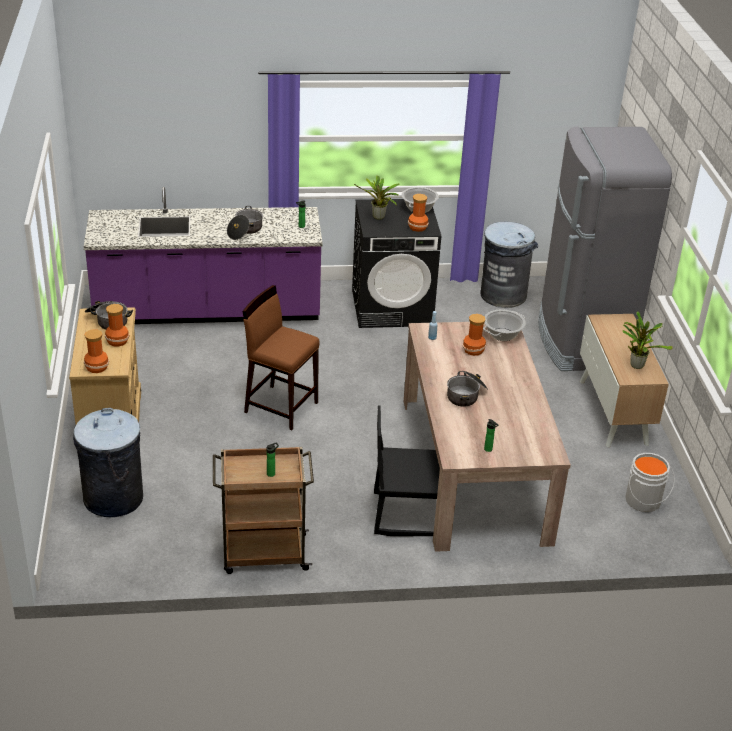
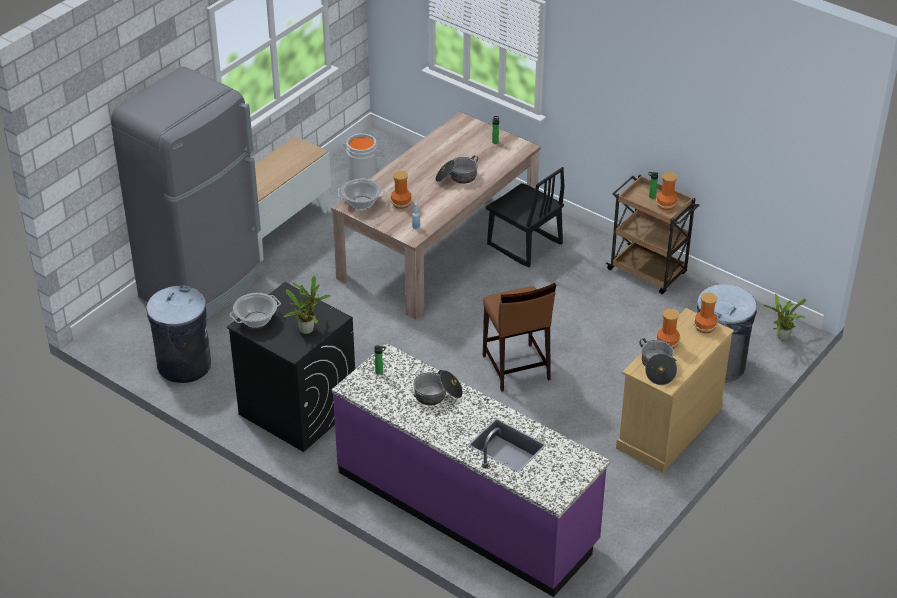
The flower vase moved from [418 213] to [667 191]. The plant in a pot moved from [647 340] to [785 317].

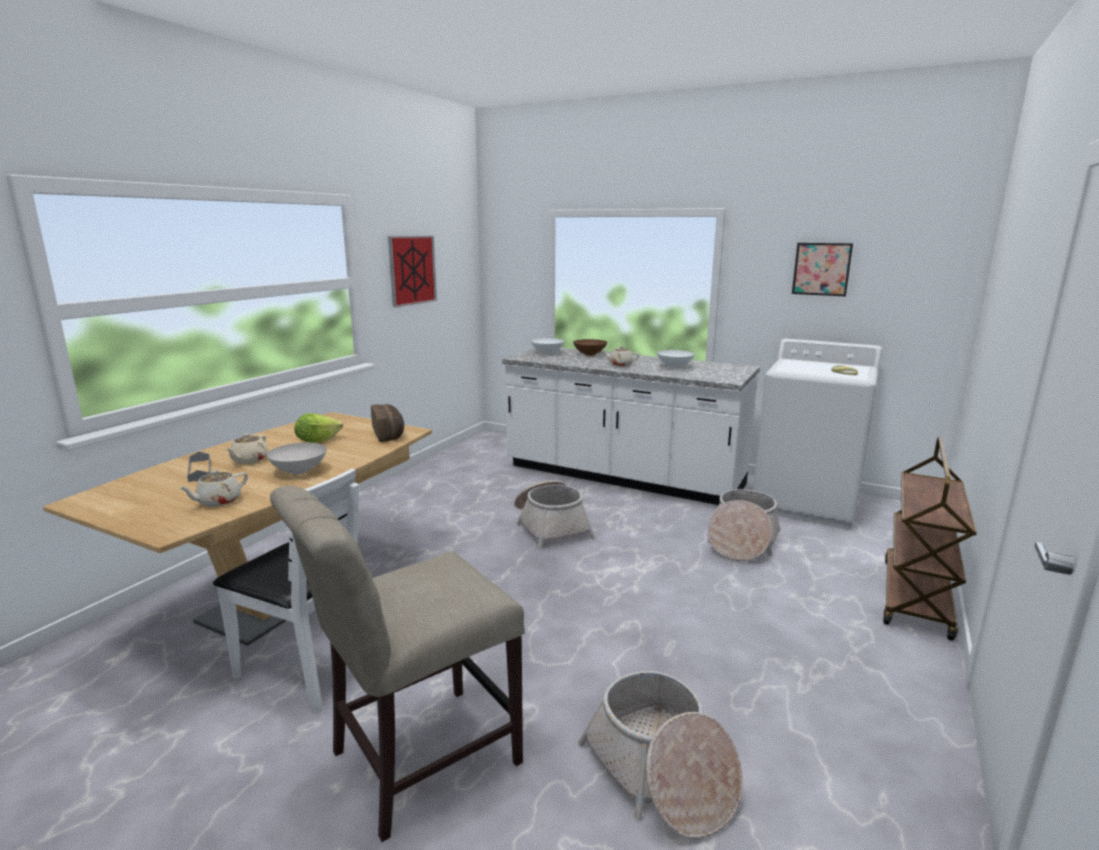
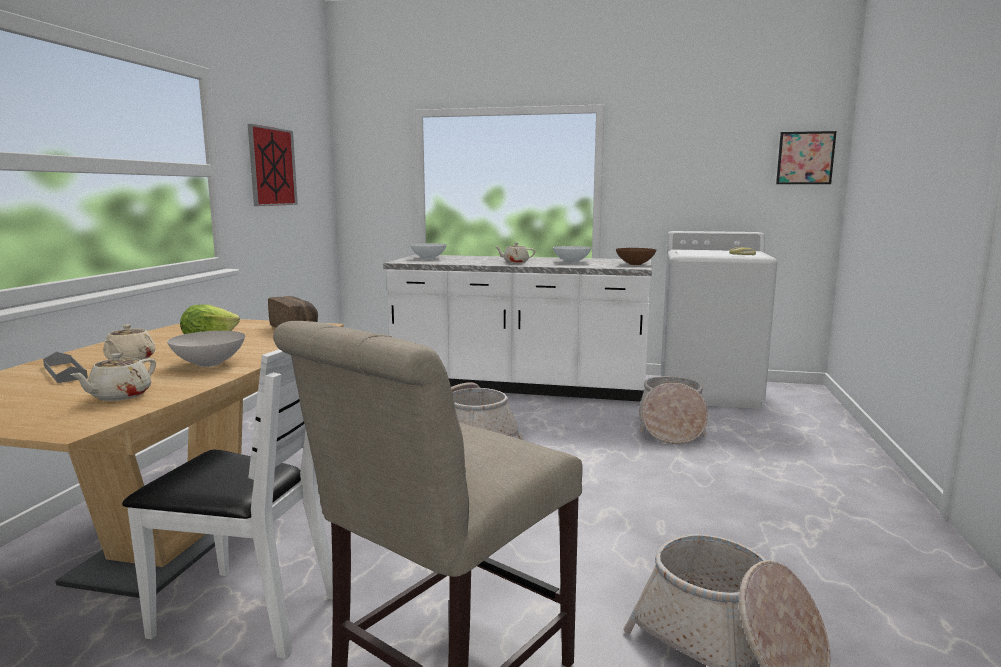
The brown deep dish moved from [590 347] to [636 256]. The wall art moved from [822 269] to [806 157]. The brown wheeled cart at [930 538] disappeared.

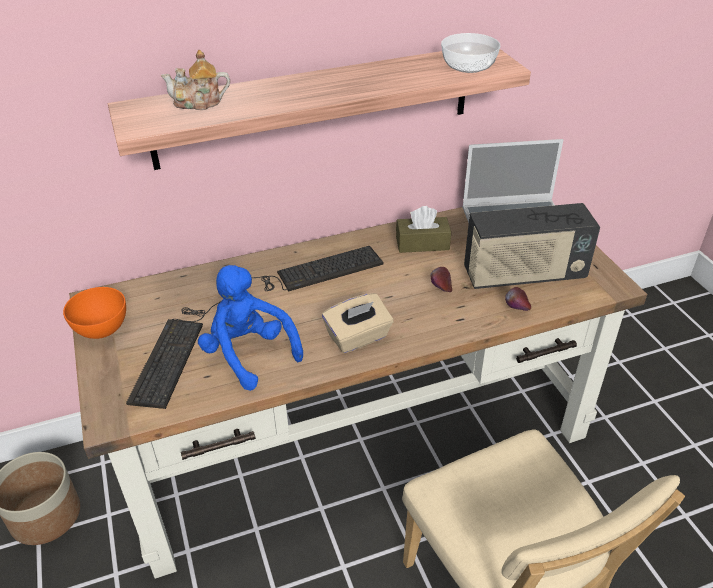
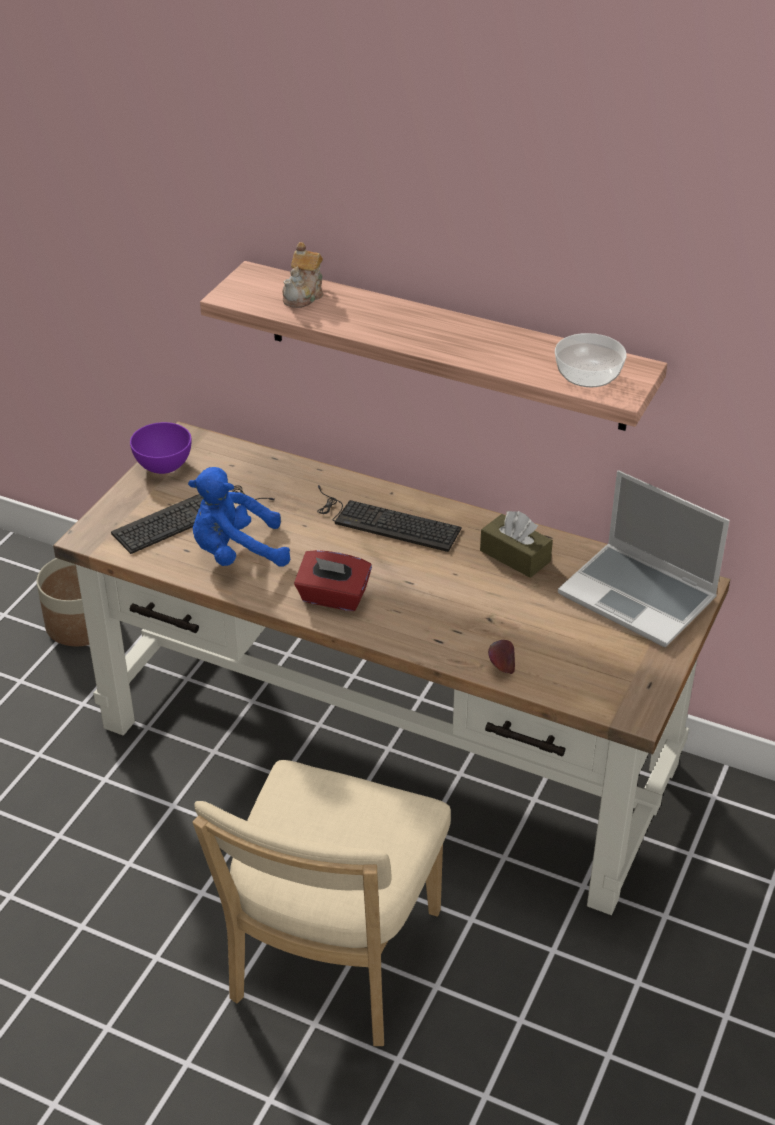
The orange-coloured deep dish at [94 313] became the purplish deep dish at [160 448]. The blue cuddly toy at [250 328] turned 105 degrees counterclockwise. The tea pot at [195 80] turned 105 degrees counterclockwise. The beige-coloured tissue box at [358 323] became the reddish tissue box at [333 580]. The apple at [441 279] disappeared. The radio set at [532 246] disappeared.

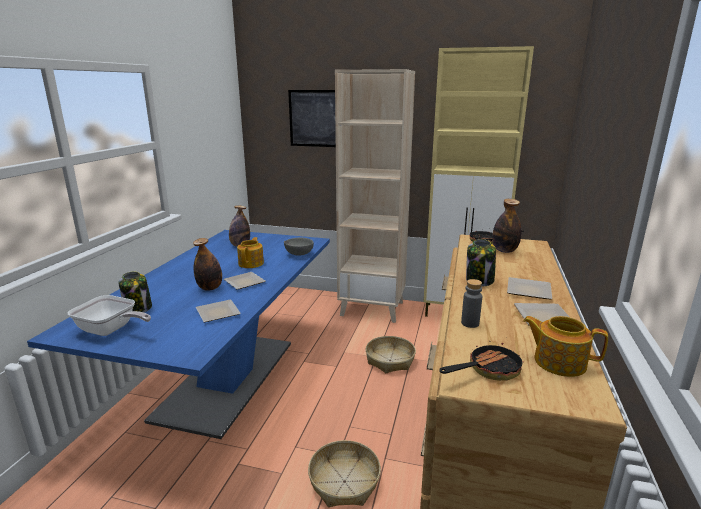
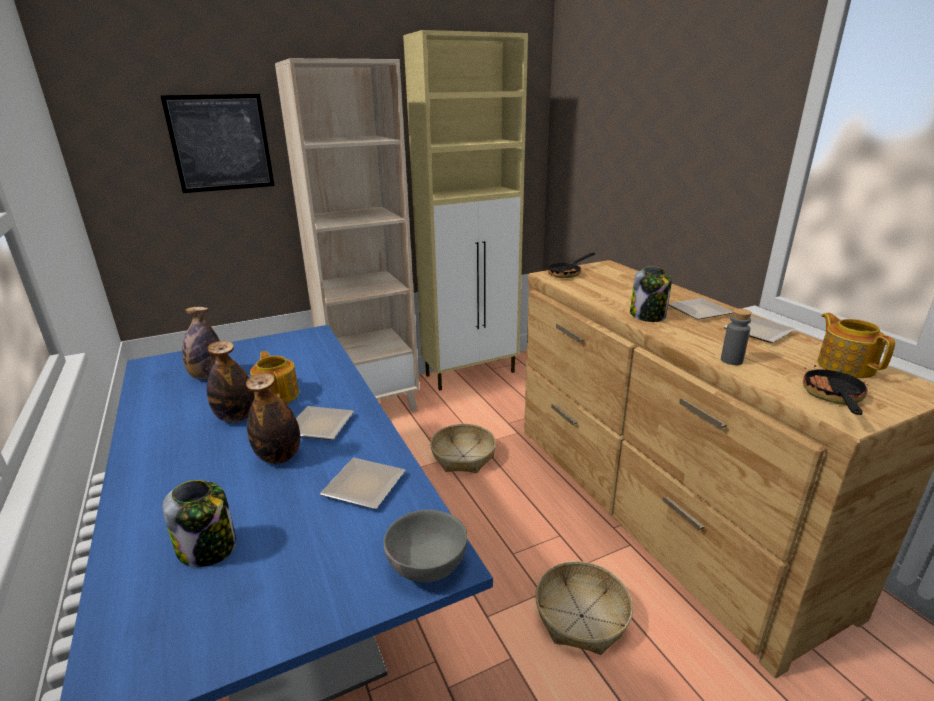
The drink bottle moved from [507 226] to [231 382]. The greyish deep dish moved from [299 247] to [425 546]. The tea pot at [565 346] turned 90 degrees clockwise. The pan at [109 315] disappeared.

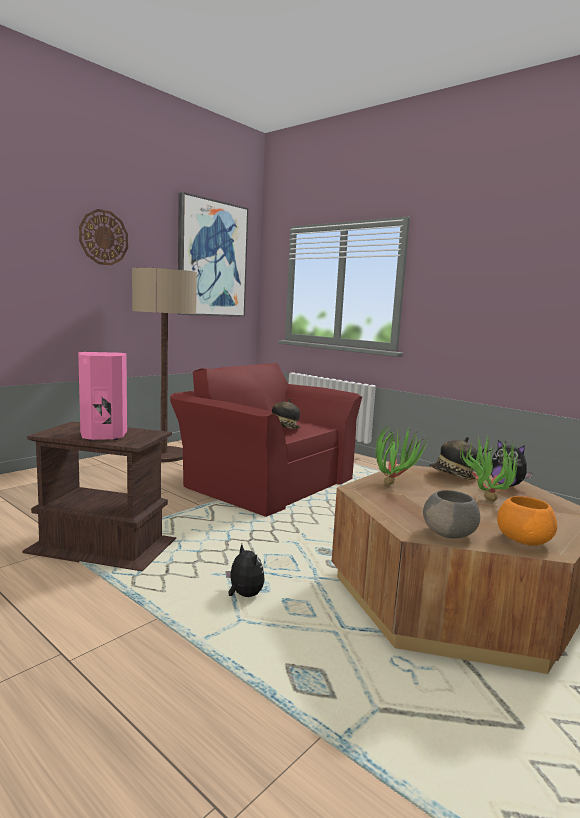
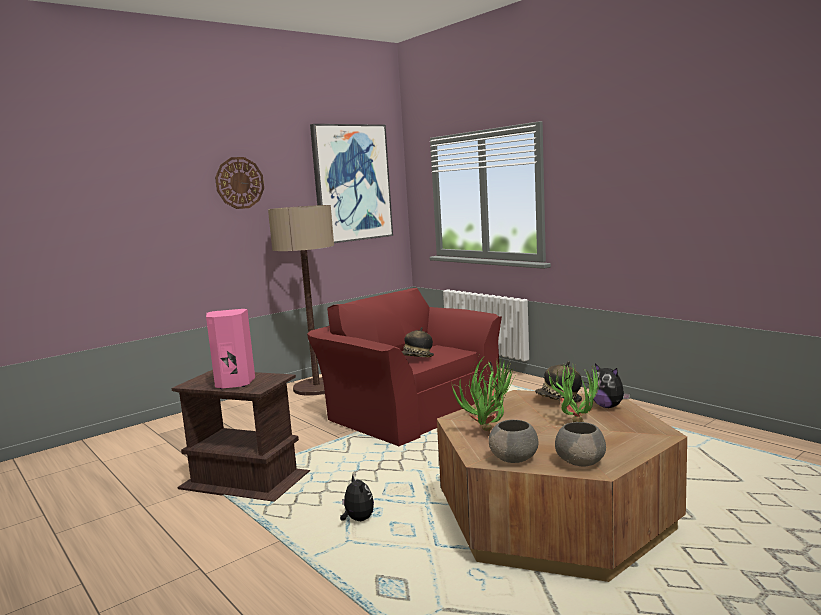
The plant in a pot at [479 402] appeared. The orange-coloured deep dish at [527 521] became the greyish deep dish at [580 444].

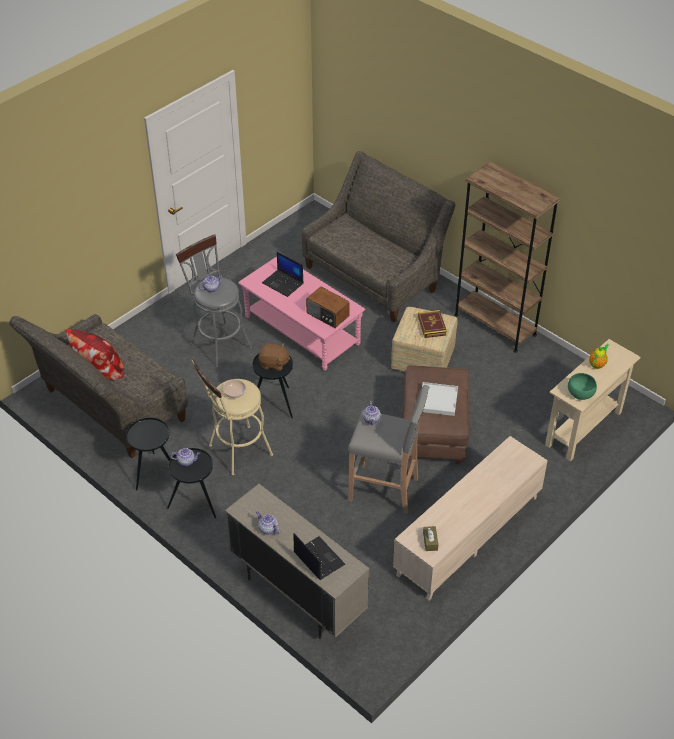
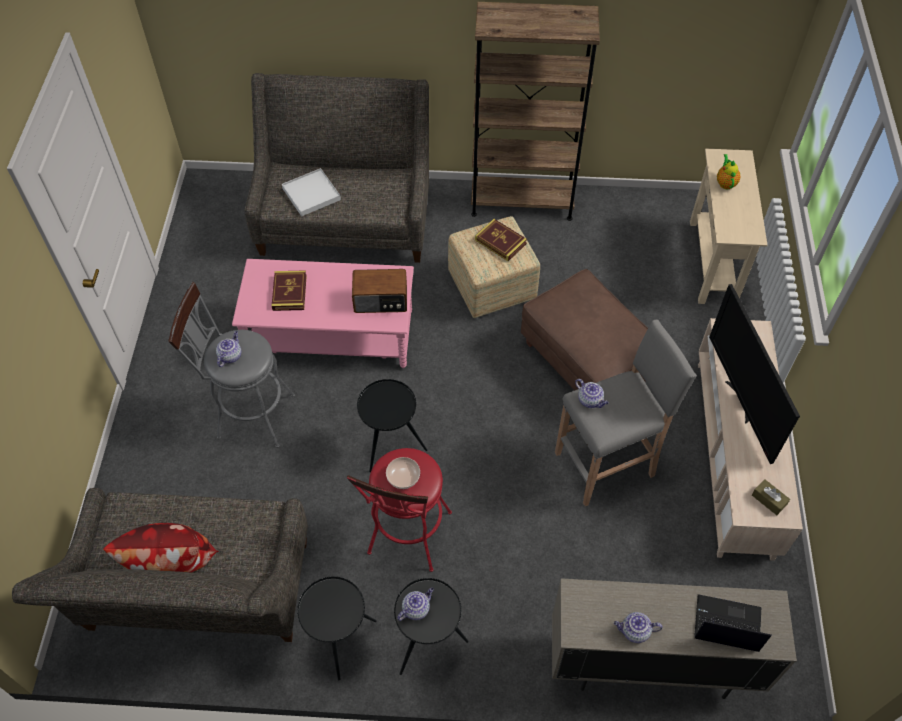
The laptop at [283 274] was replaced by the book at [289 290]. The white-coloured serving tray moved from [440 399] to [311 192]. The beige-coloured stool seat at [232 417] became the reddish stool seat at [399 510]. The TV at [754 374] appeared. The brown cuddly toy at [275 357] disappeared. The green-coloured deep dish at [582 386] disappeared.

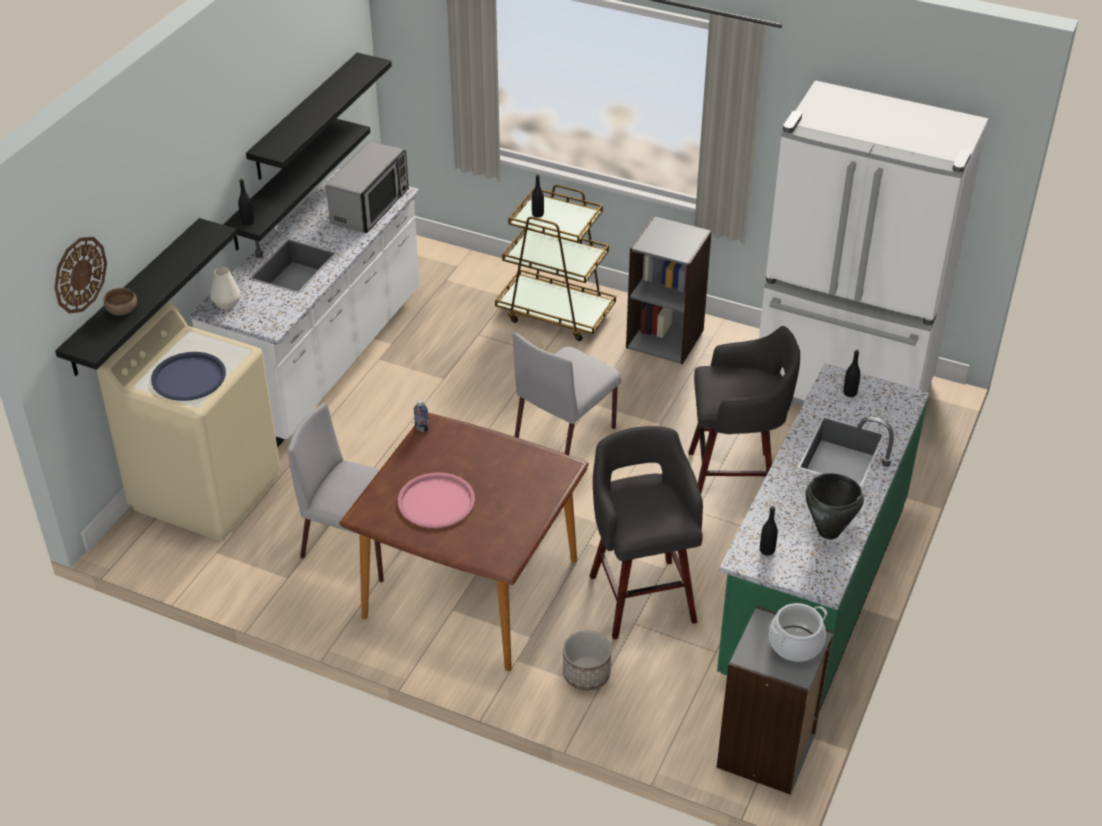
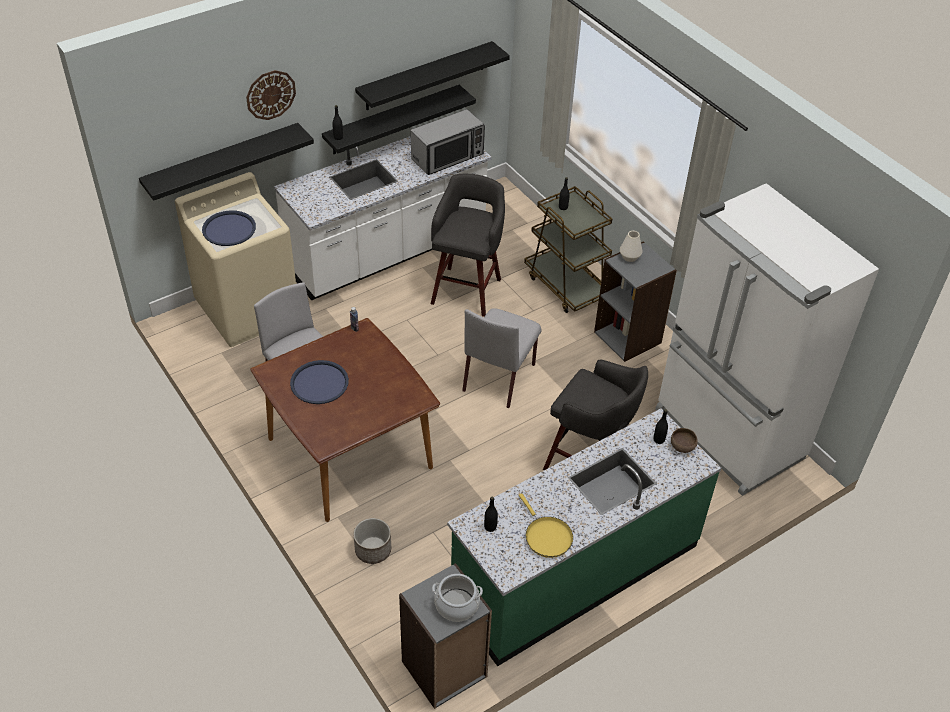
The wall clock moved from [80 275] to [271 95]. The pinkish serving tray at [436 500] became the blue serving tray at [319 382]. The greyish stool seat moved from [646 532] to [468 245]. The greyish upright chair at [567 393] turned 45 degrees counterclockwise. The black stockpot at [834 506] was replaced by the yellow-coloured pan at [546 525]. The white-coloured flower vase moved from [225 288] to [631 246]. The brown deep dish moved from [120 302] to [684 440].

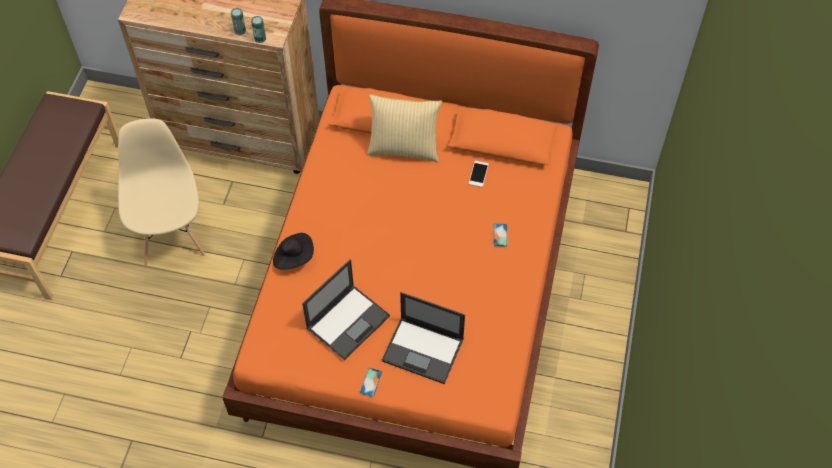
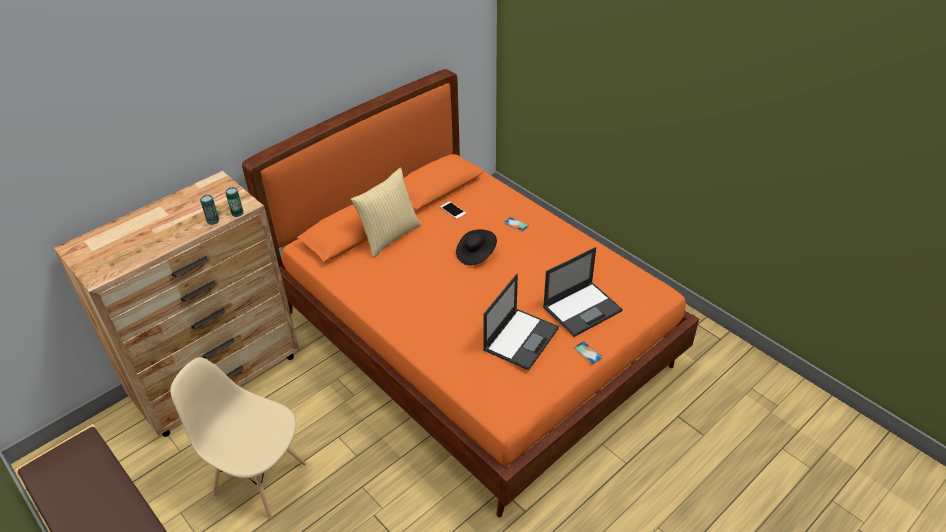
The black hat moved from [293 251] to [476 247]. The laptop at [346 309] turned 45 degrees clockwise.

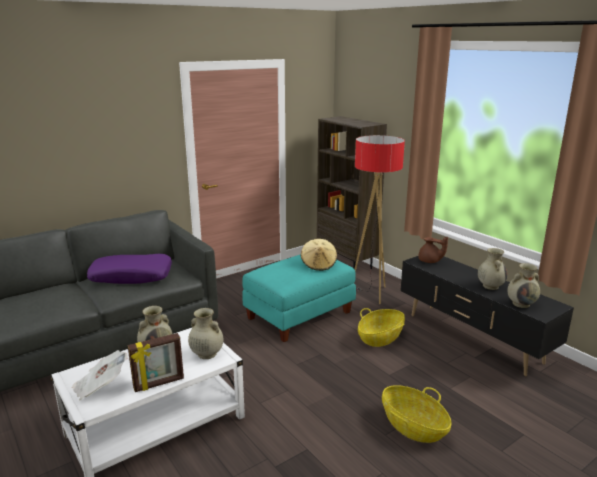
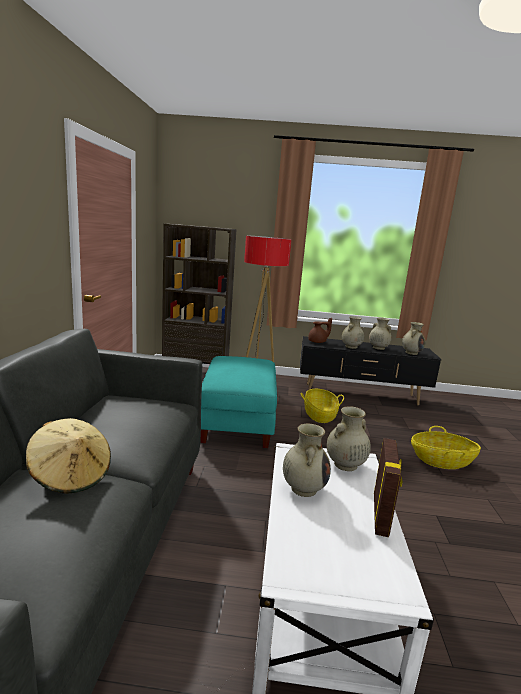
The beige-coloured hat moved from [319 255] to [68 456]. The beige-coloured flower vase at [353 332] appeared. The newspaper at [100 375] disappeared. The purplish throw pillow at [129 269] disappeared.

